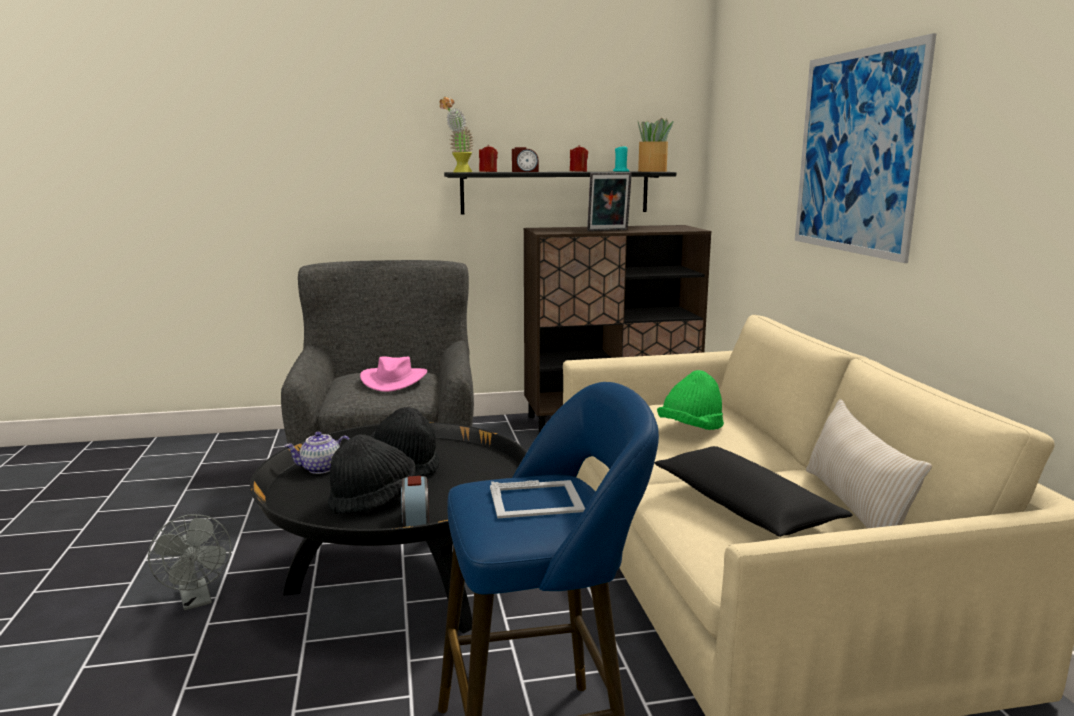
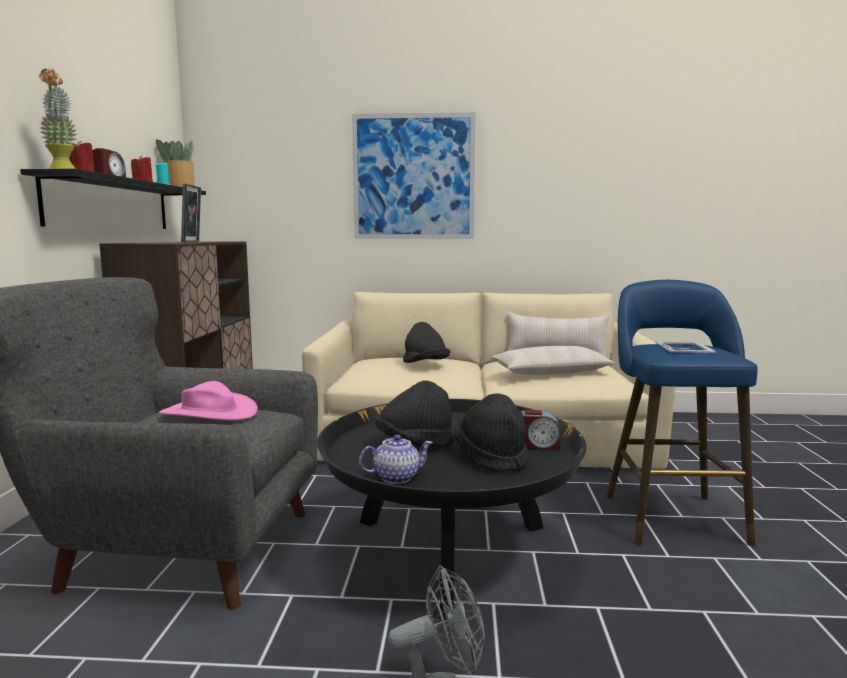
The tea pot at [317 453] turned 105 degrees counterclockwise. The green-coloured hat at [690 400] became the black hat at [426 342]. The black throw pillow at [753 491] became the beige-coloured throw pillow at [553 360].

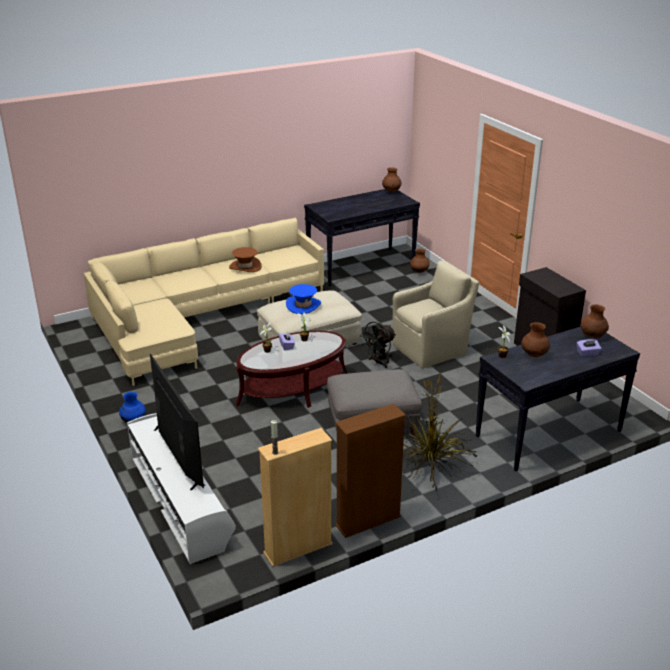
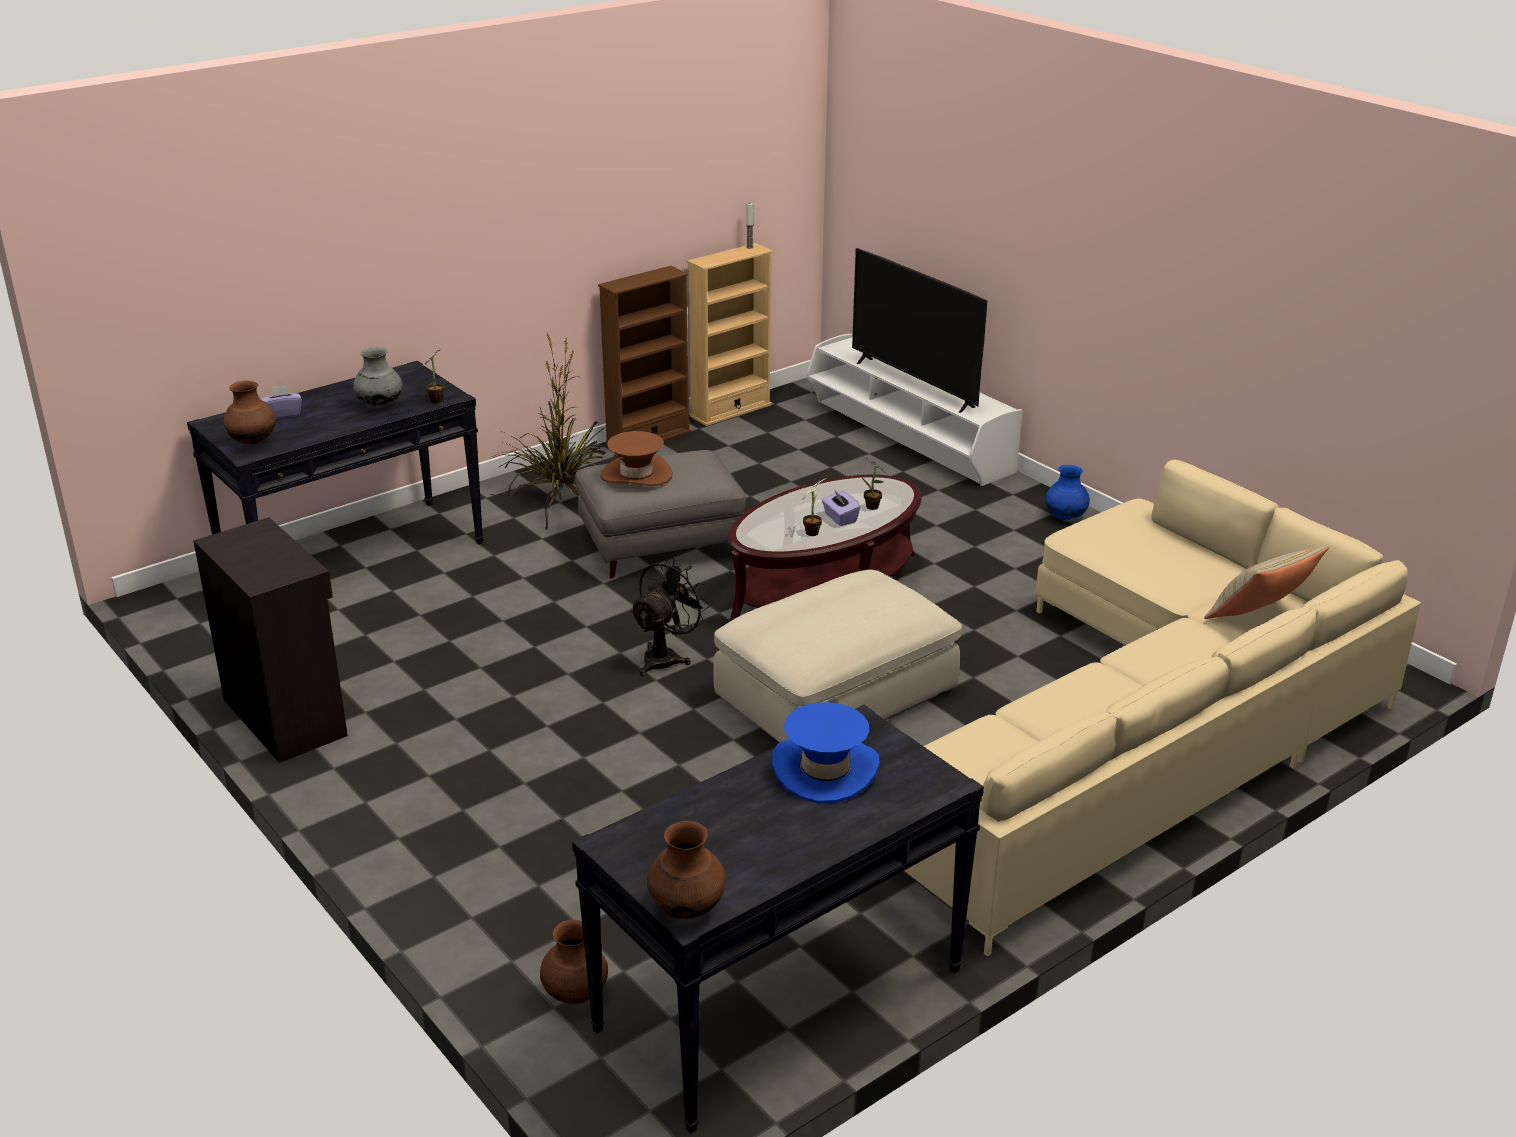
The brown flower vase at [535 339] became the greyish flower vase at [378 378]. The brown hat moved from [245 259] to [636 458]. The blue hat moved from [303 299] to [826 752]. The beige-coloured throw pillow at [1266 582] appeared. The beige-coloured easy chair at [435 314] disappeared.

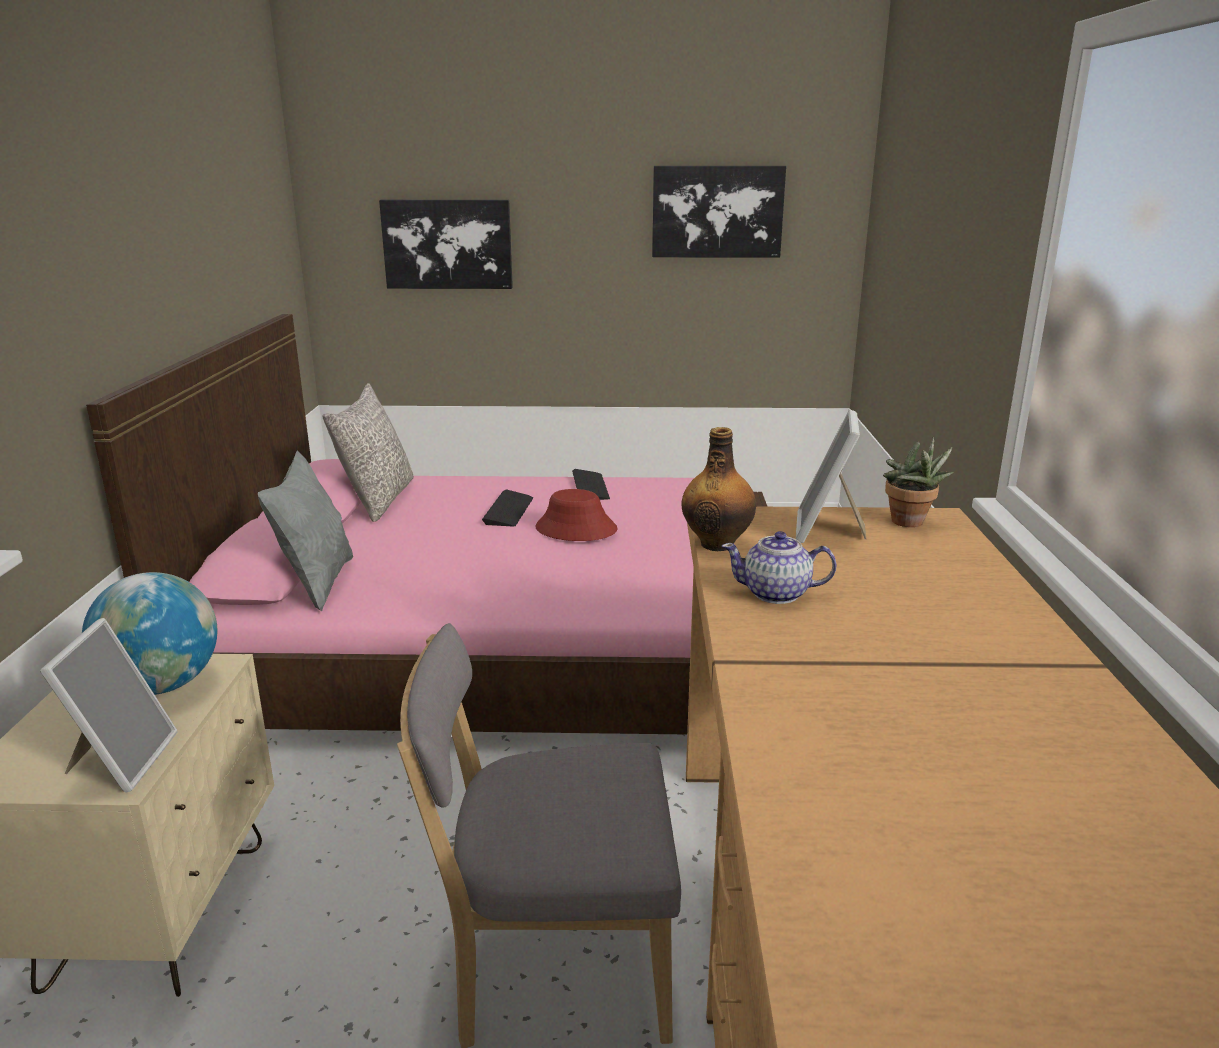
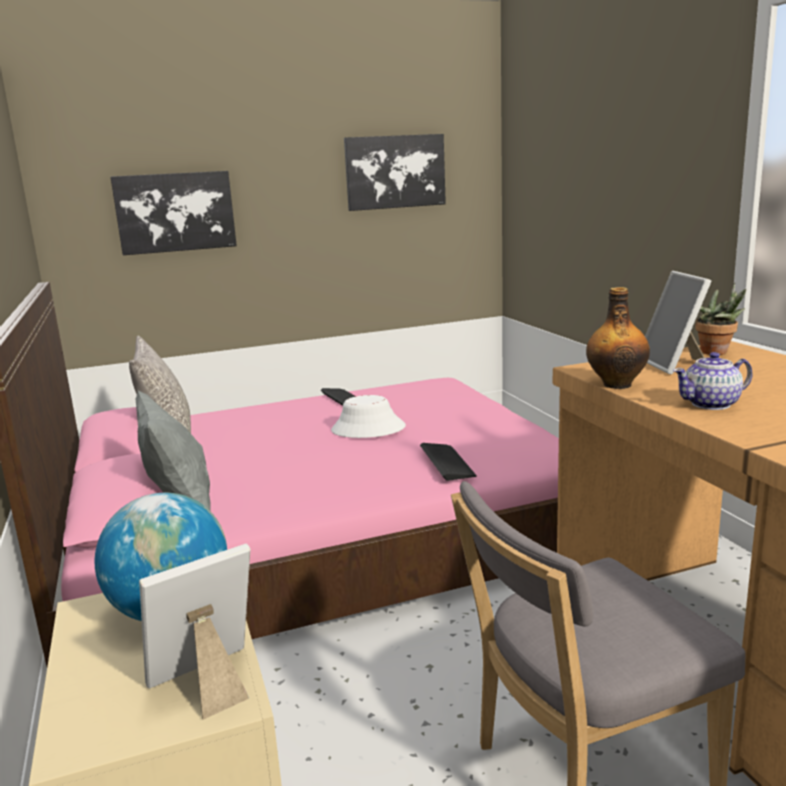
The photo frame at [109 705] turned 105 degrees counterclockwise. The reddish hat at [576 515] became the white-coloured hat at [368 416]. The keyboard moved from [507 508] to [448 462].

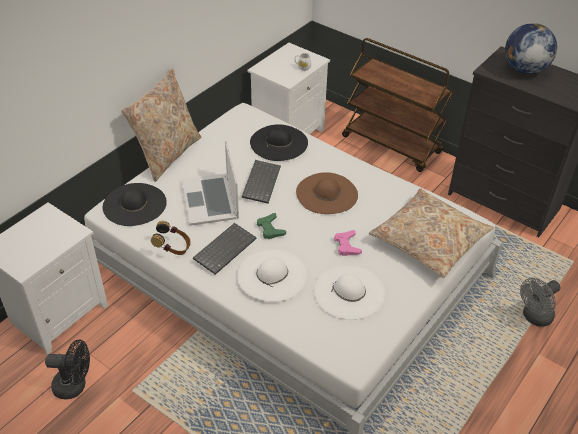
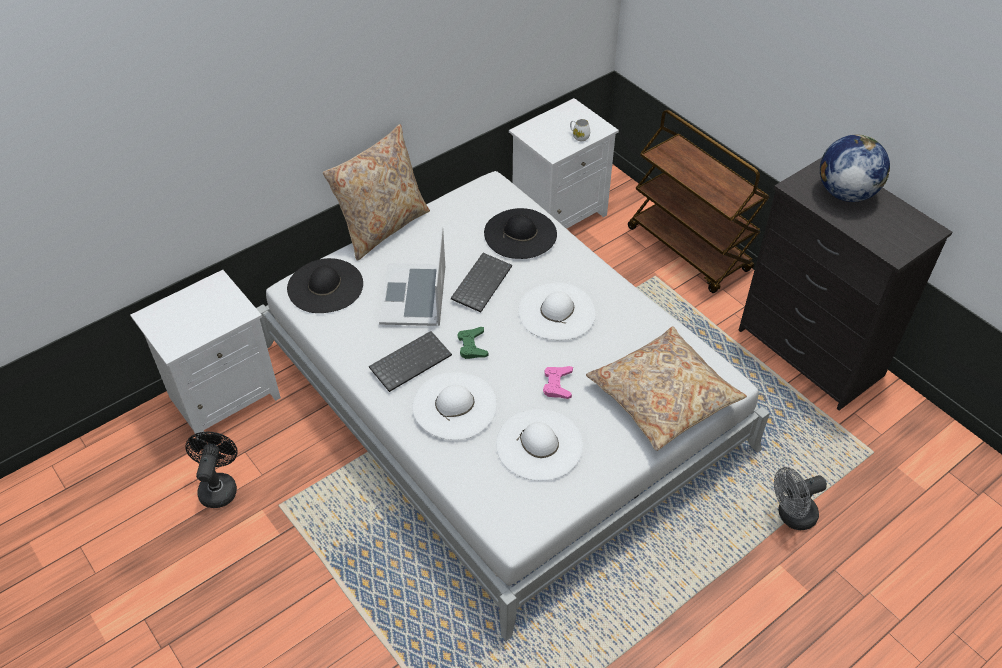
The black fan at [67 369] turned 105 degrees counterclockwise. The brown hat at [327 193] became the white-coloured hat at [557 311]. The headset at [171 238] disappeared.

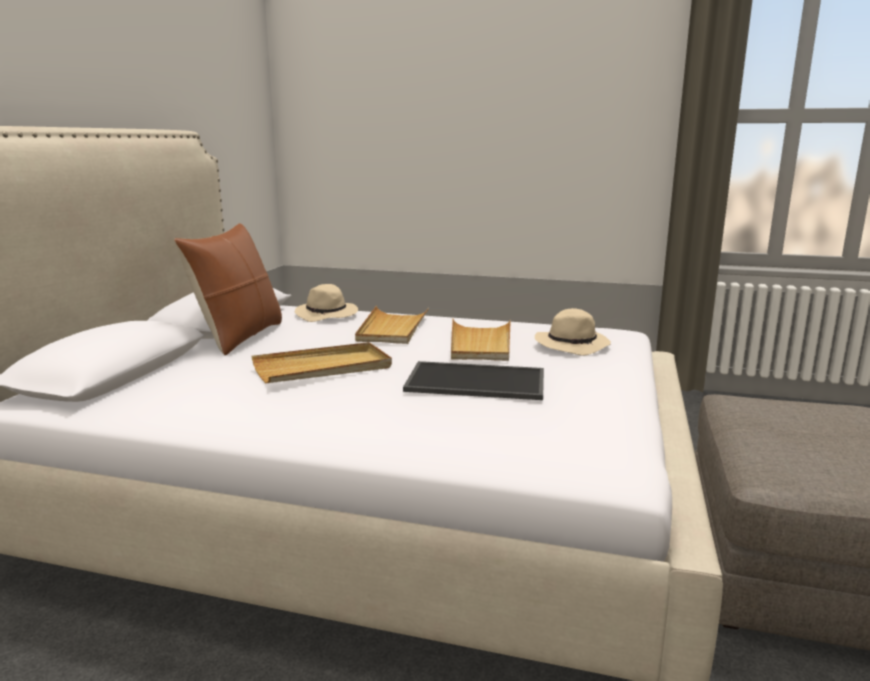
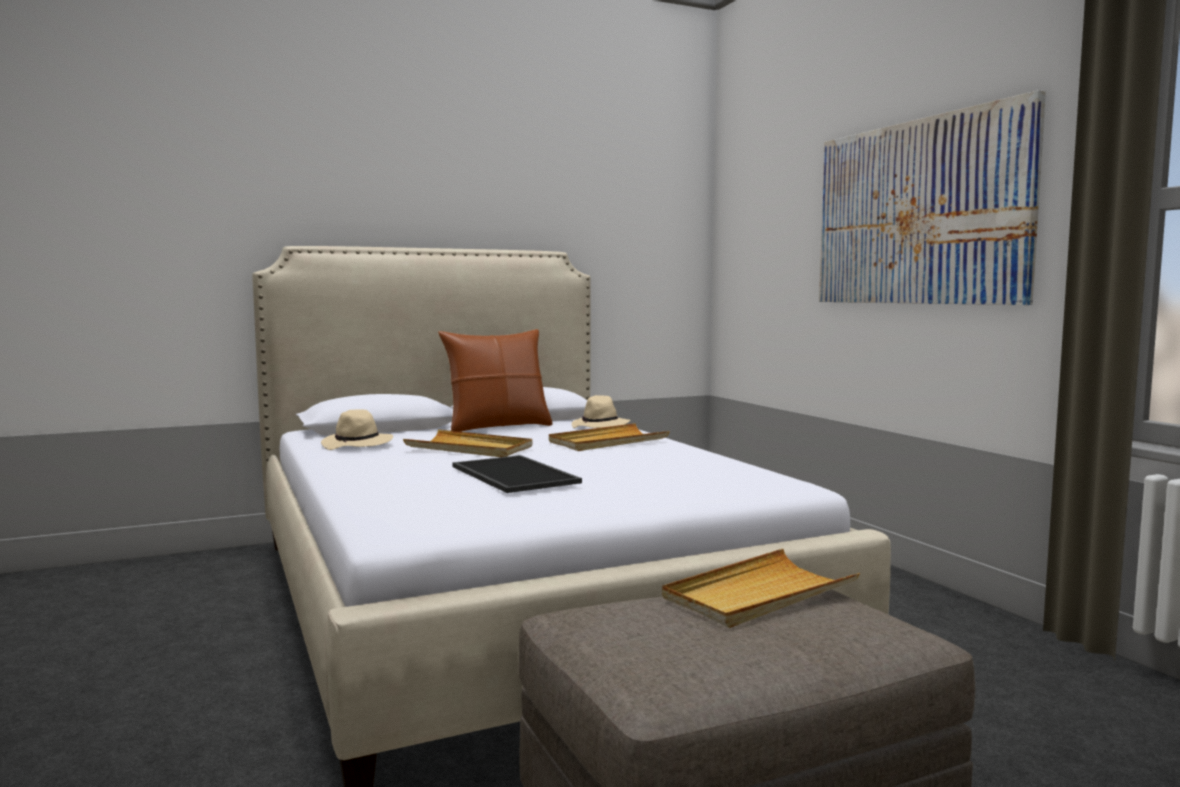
The beige-coloured hat moved from [573 332] to [357 429]. The beige-coloured serving tray moved from [481 340] to [761 588]. The wall art at [932 197] appeared.

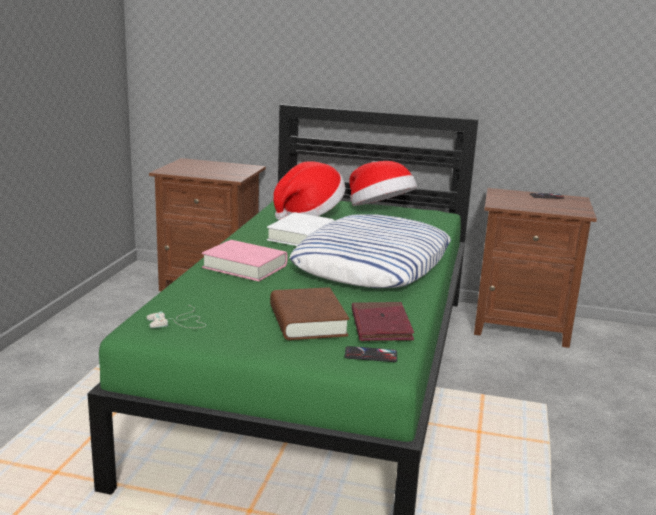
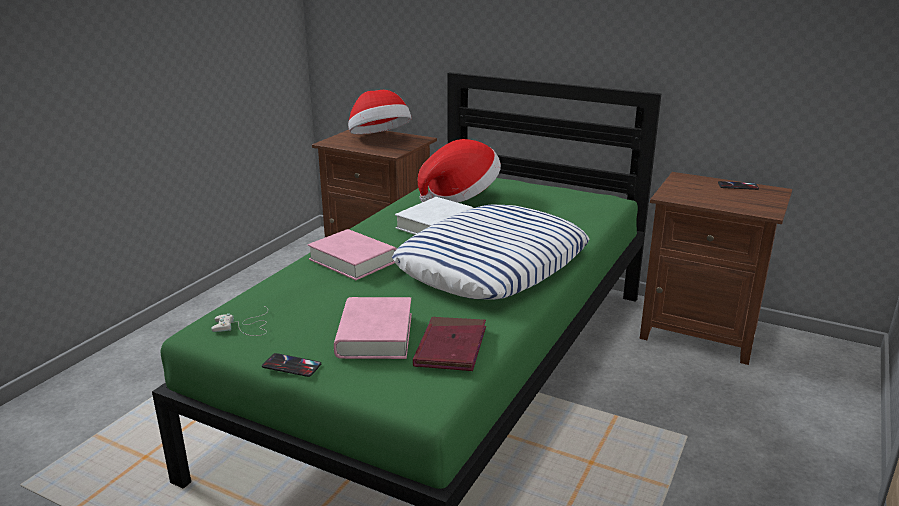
The phone moved from [371 354] to [291 365]. The brown book at [309 313] became the pinkish book at [373 328]. The hat moved from [383 183] to [380 112].

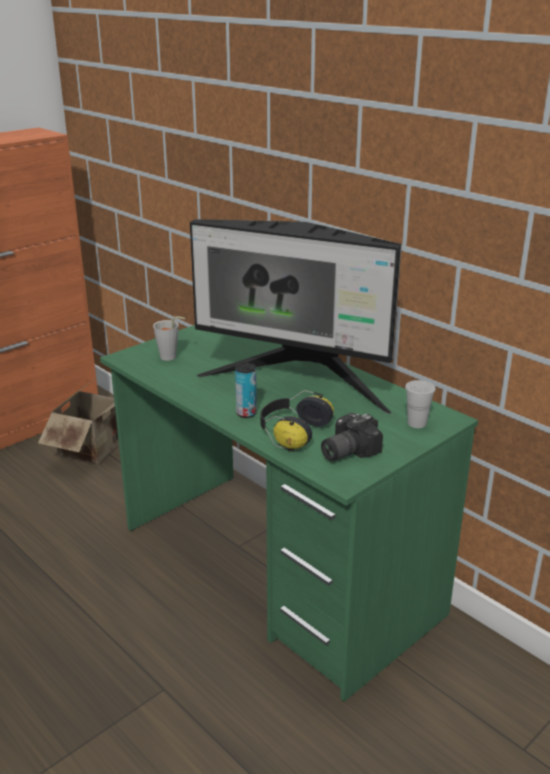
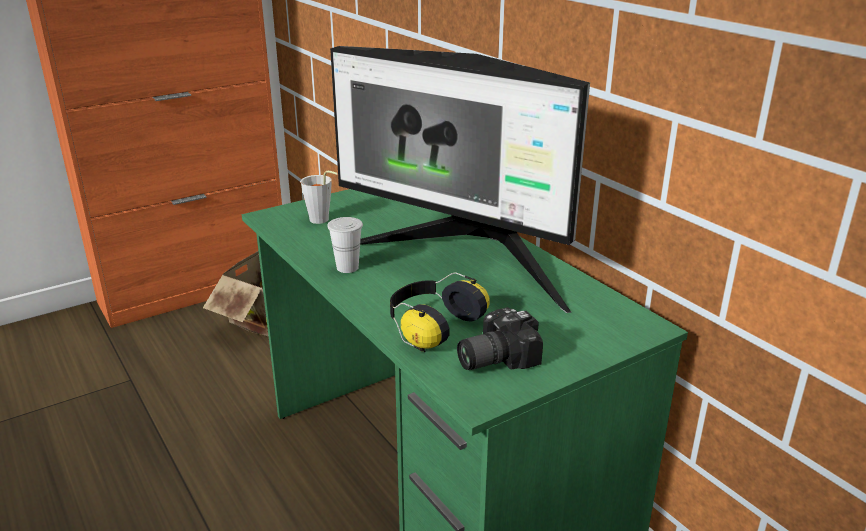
The white-coloured small cup moved from [420 404] to [345 245]. The sealed can at [246 390] disappeared.

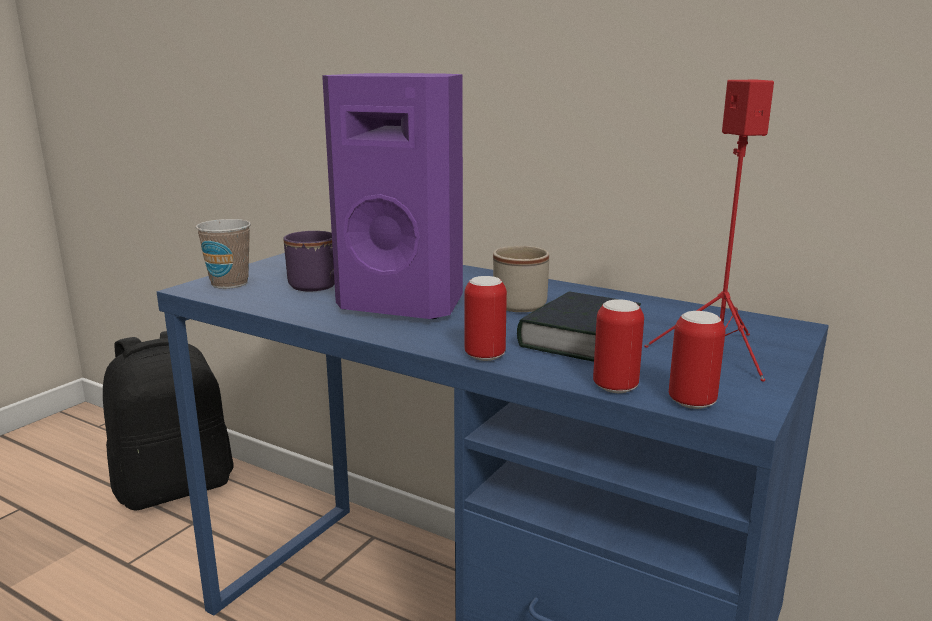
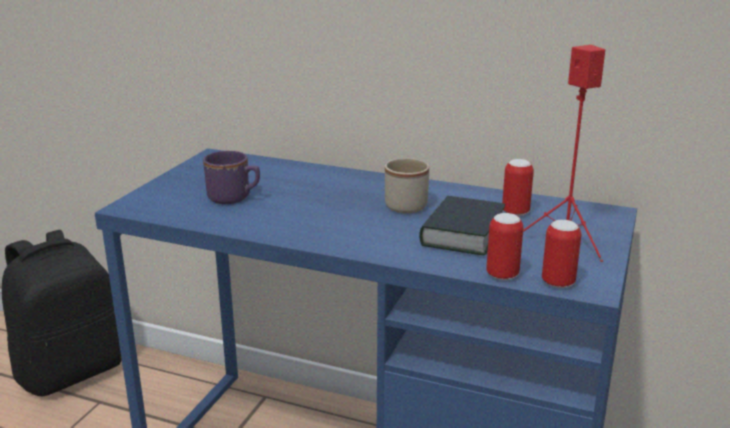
The sealed can moved from [486 318] to [518 187]. The small cup at [223 254] disappeared. The purplish speaker at [392 196] disappeared.

